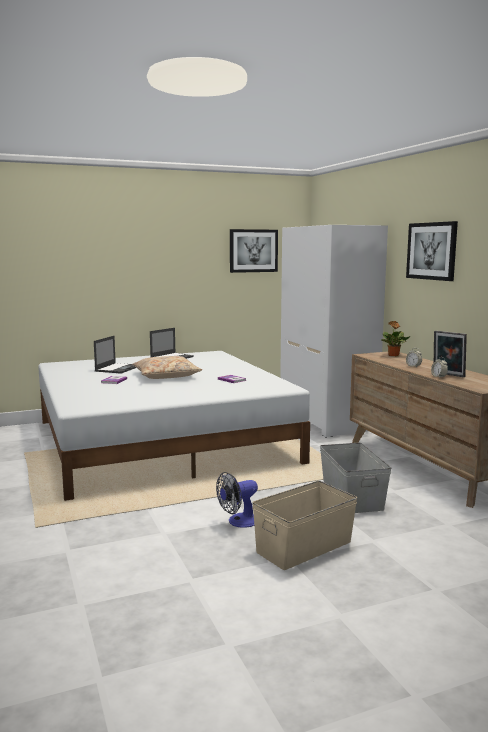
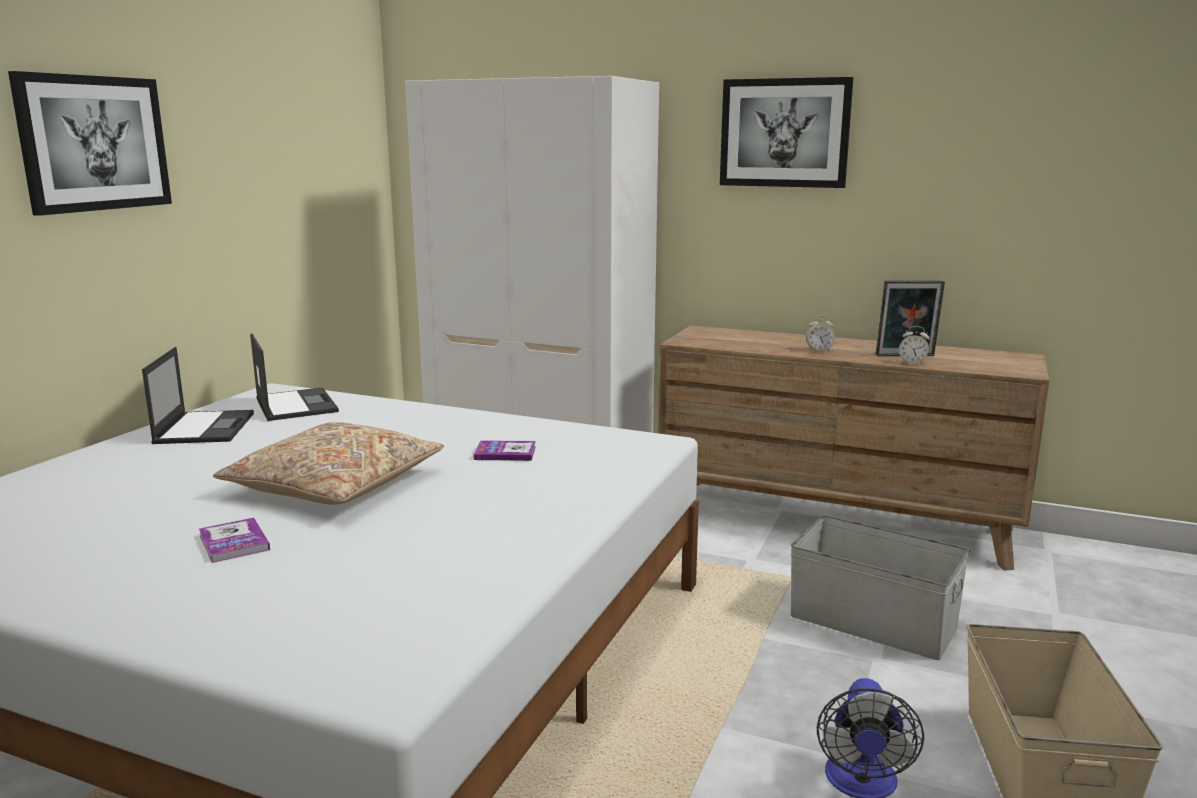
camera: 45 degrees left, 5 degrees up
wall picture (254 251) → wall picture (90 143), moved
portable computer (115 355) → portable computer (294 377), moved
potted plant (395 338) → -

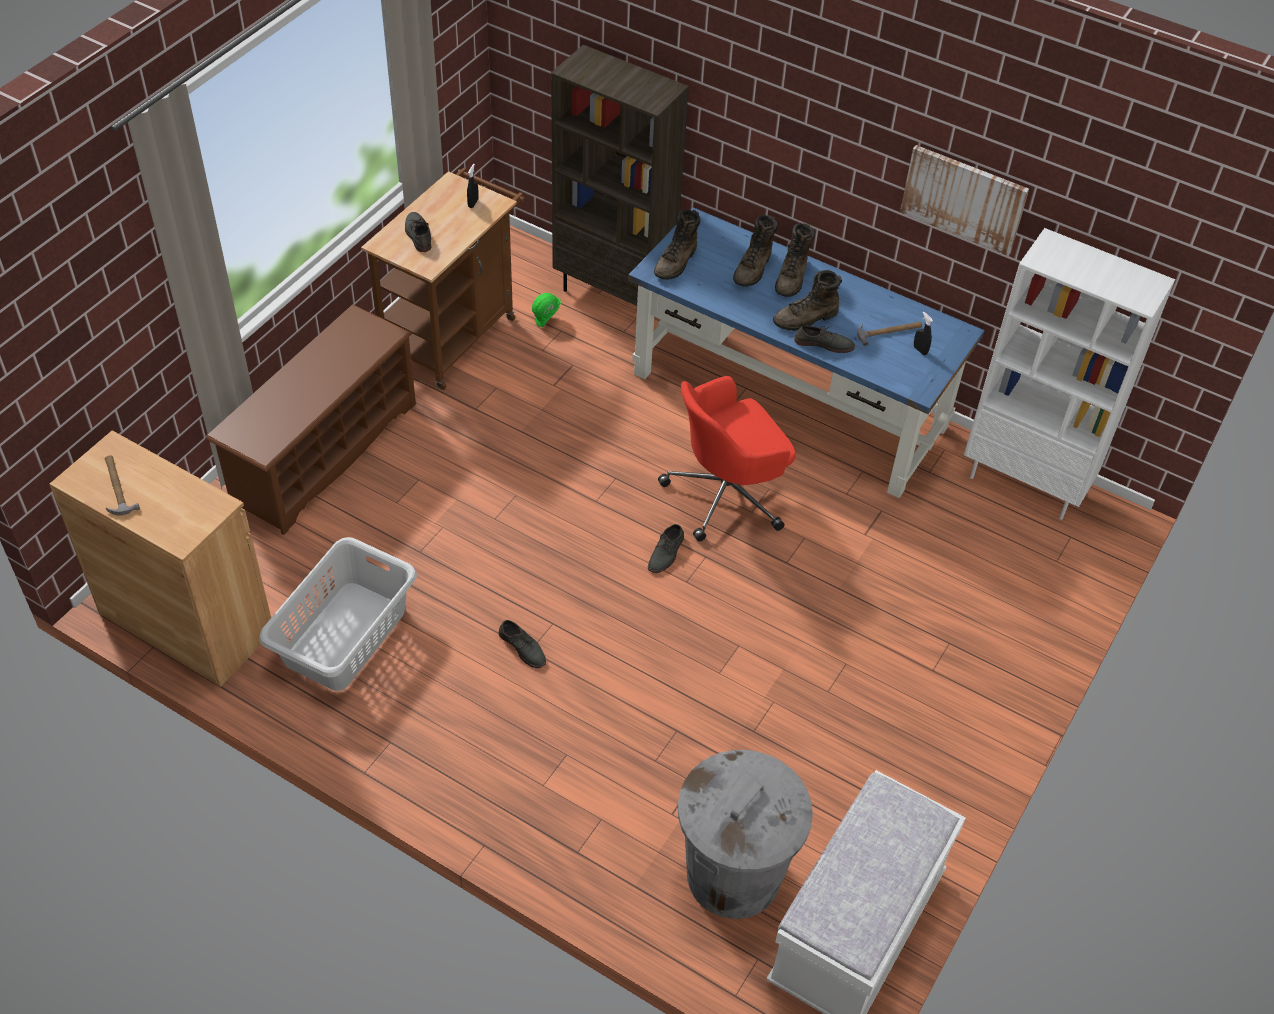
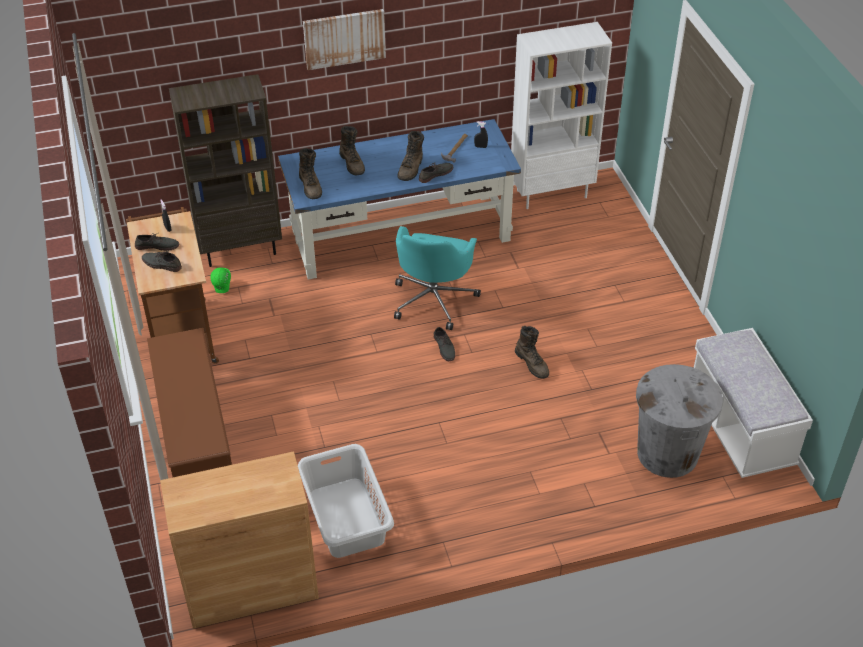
camera: 45 degrees left, 5 degrees down
shoe/gray (522 644) → shoe/gray (157 242), moved
wall picture (964 200) → wall picture (344 39), moved
office chair/red-coloured (727 459) → office chair/blue-green (437 278)
high-top boot/brown (795 260) → high-top boot/brown (532 352), moved
tool hammer (122 485) → -

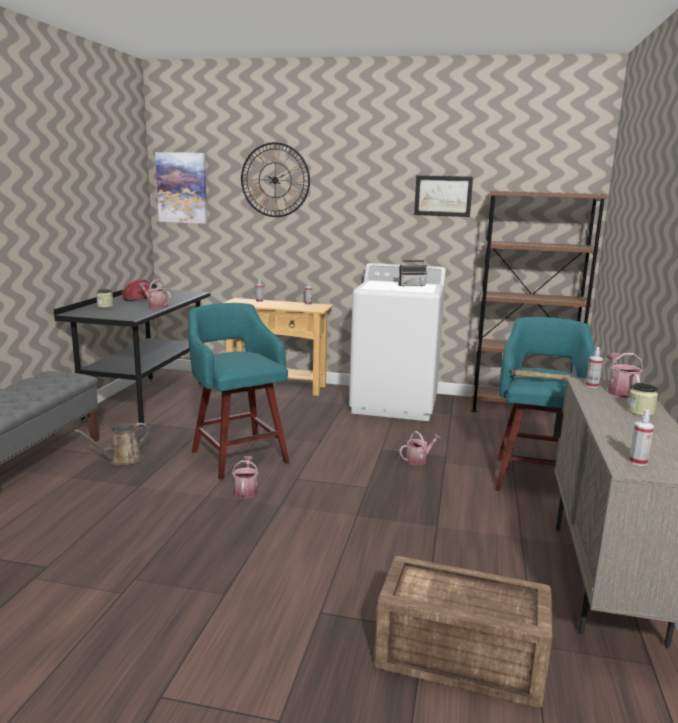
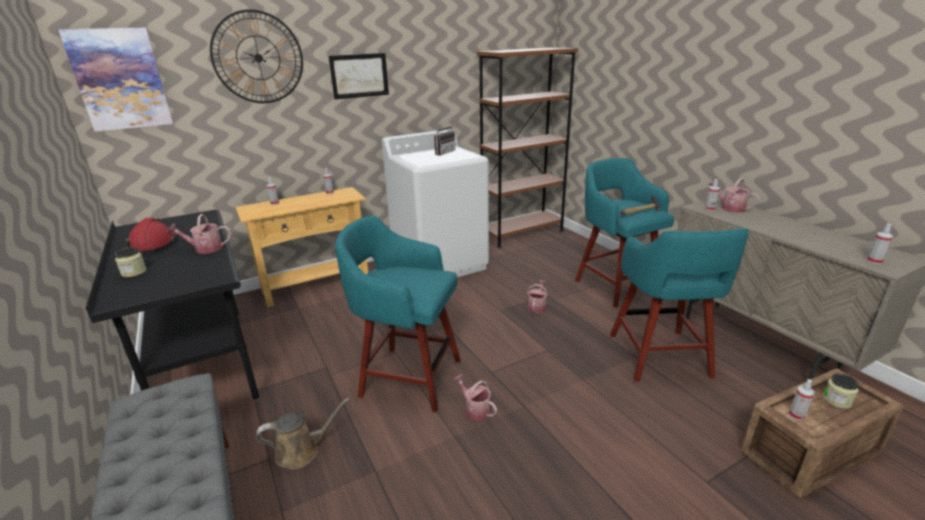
camera: 40 degrees left, 10 degrees up
watering pot/brown (111 444) → watering pot/brown (303 433), 120 degrees counterclockwise
wall picture (443 196) → wall picture (359 76), moved
- → sitting stool/blue-green (679 305)
- → hand sprayer (801 400)
preserve jar (642 399) → preserve jar (841 391), moved

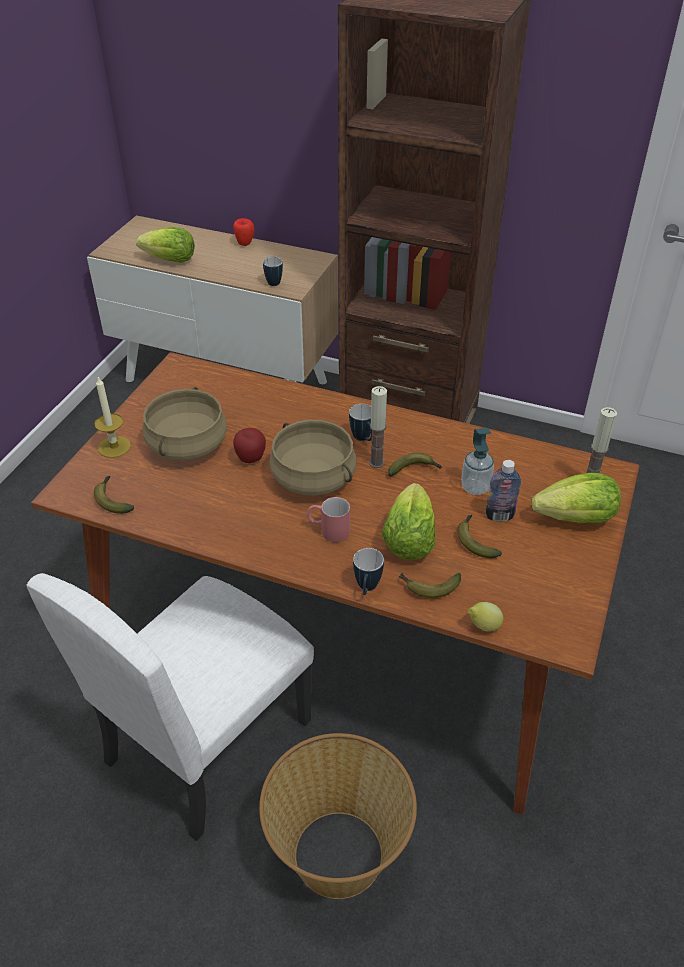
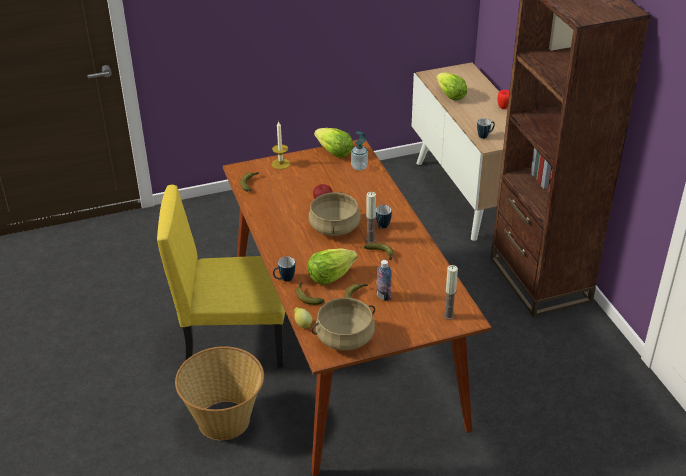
camera: 50 degrees right, 5 degrees down
plain chair/white-coloured (170 707) → plain chair/yellow (221 276)
cooking pot/beige (185 424) → cooking pot/beige (343 324), moved
lettuce (576 498) → lettuce (333 143), moved
soap dispenser (477 461) → soap dispenser (359 151), moved
coffee mug/red-coloured (328 519) → -

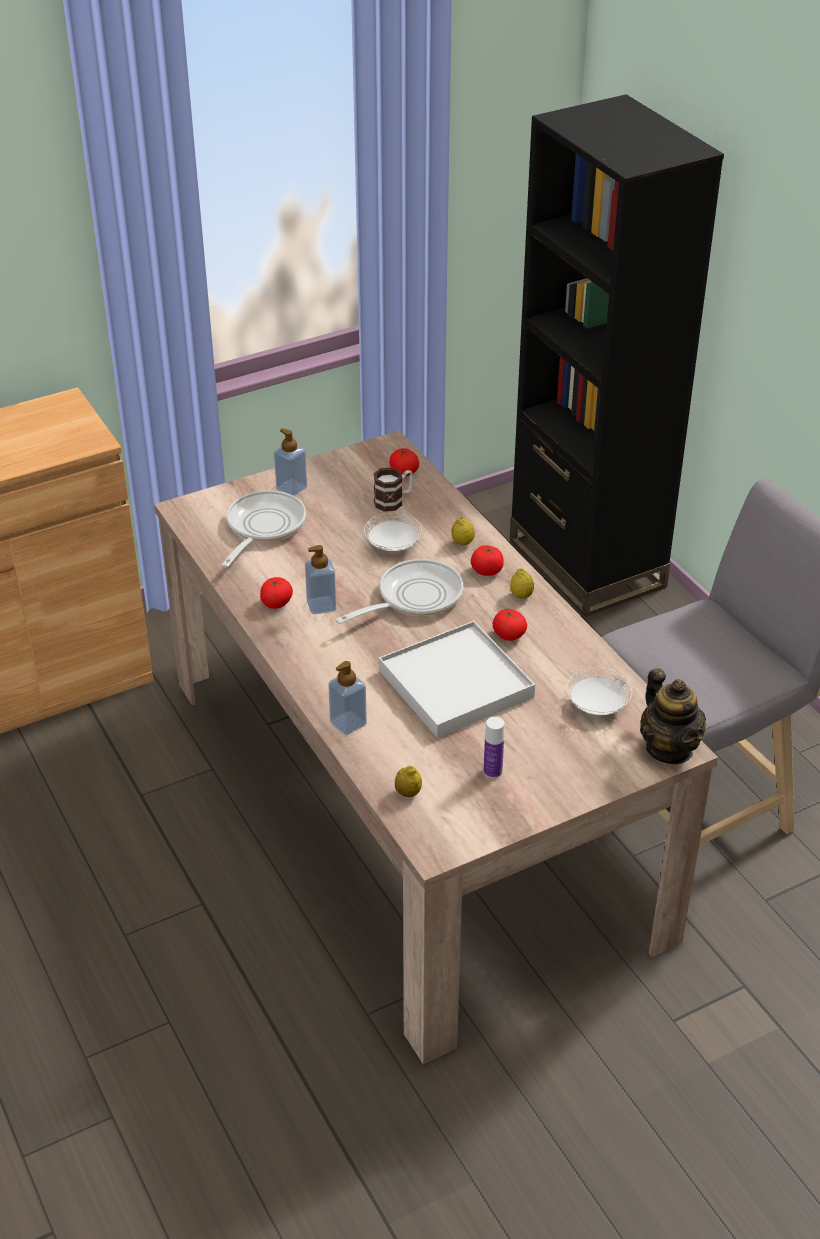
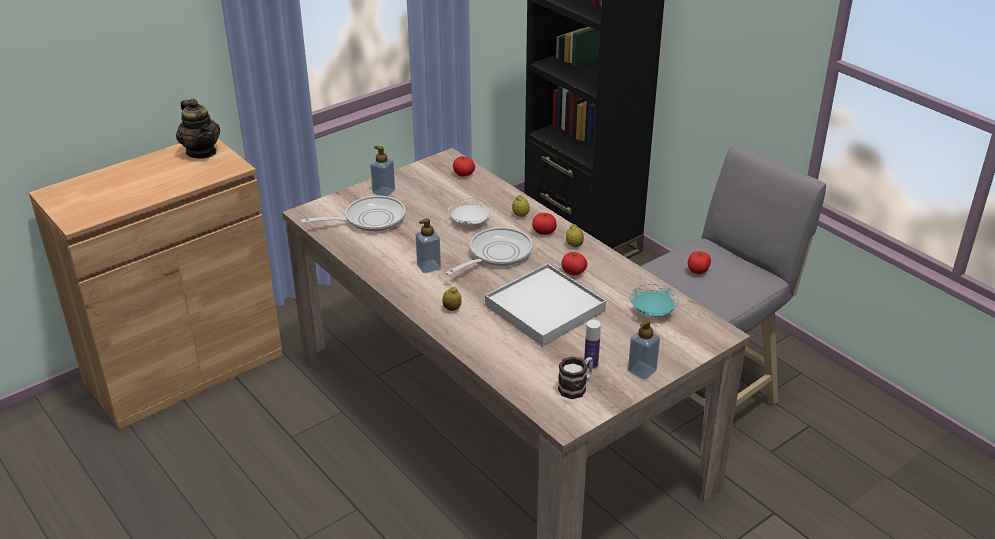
camera: 10 degrees left, 5 degrees down
teapot (673 716) → teapot (198 129), moved
skillet (264 528) → skillet (353 214), 60 degrees clockwise
lemon (408 781) → lemon (452 299), moved
coffee mug (393 489) → coffee mug (575 377), moved
soap dispenser (347 698) → soap dispenser (644 349), moved
plate/white-coloured (599 691) → plate/blue-green (654 300)
tomato (276 593) → tomato (699 262), moved

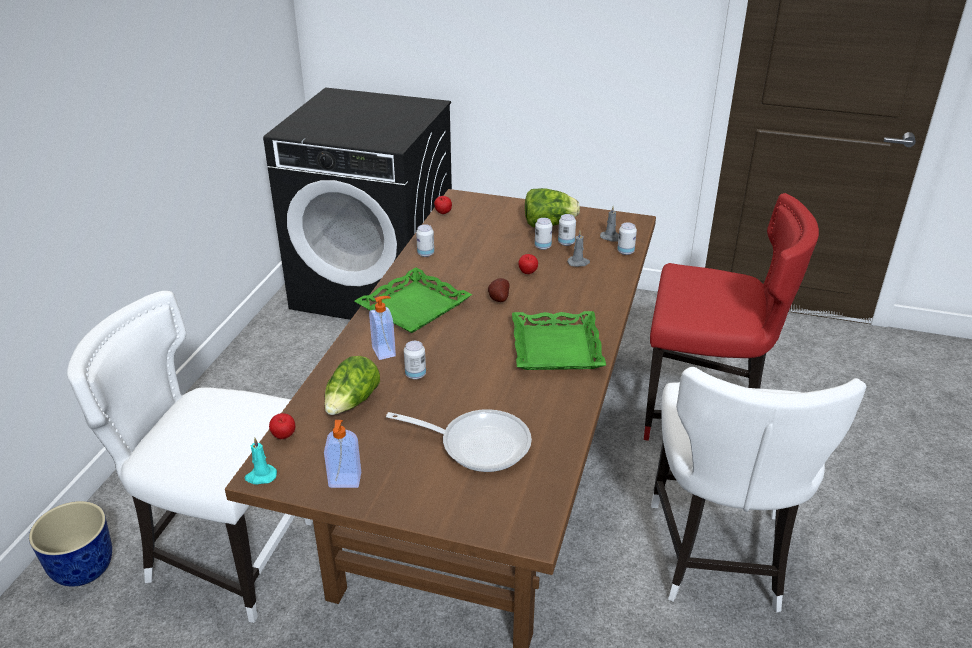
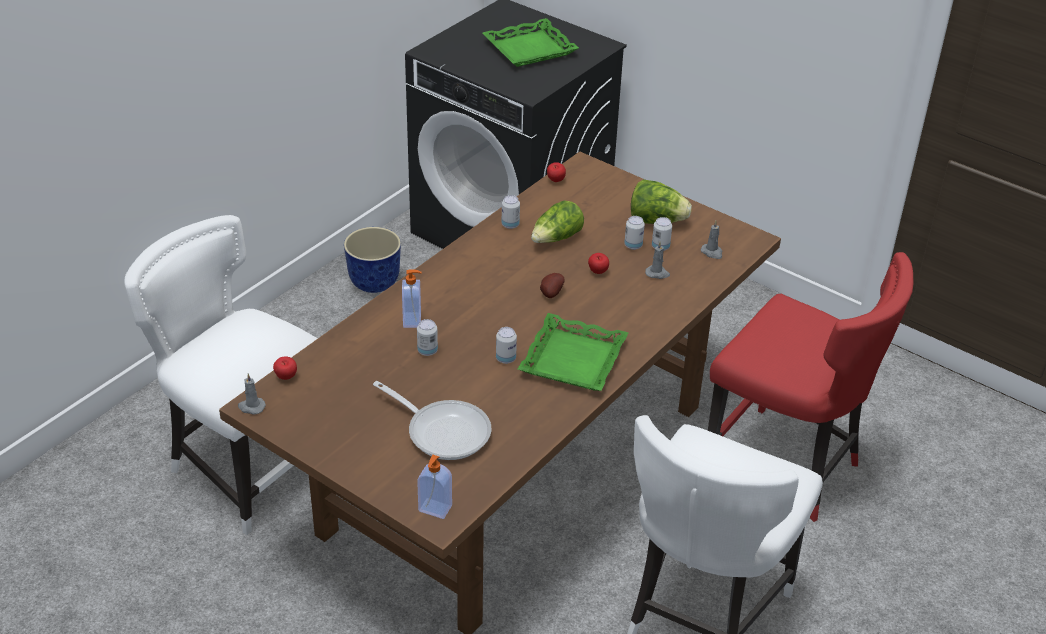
camera: 20 degrees right, 5 degrees up
candle/blue-green (261 460) → candle/gray (252 394)
flower pot (70 544) → flower pot (372 260), moved
soap dispenser (342 454) → soap dispenser (434 487), moved
serving tray/green (413 300) → serving tray/green (531 42), moved
can (627 239) → can (506 345), moved
lettuce (352 385) → lettuce (557 222), moved

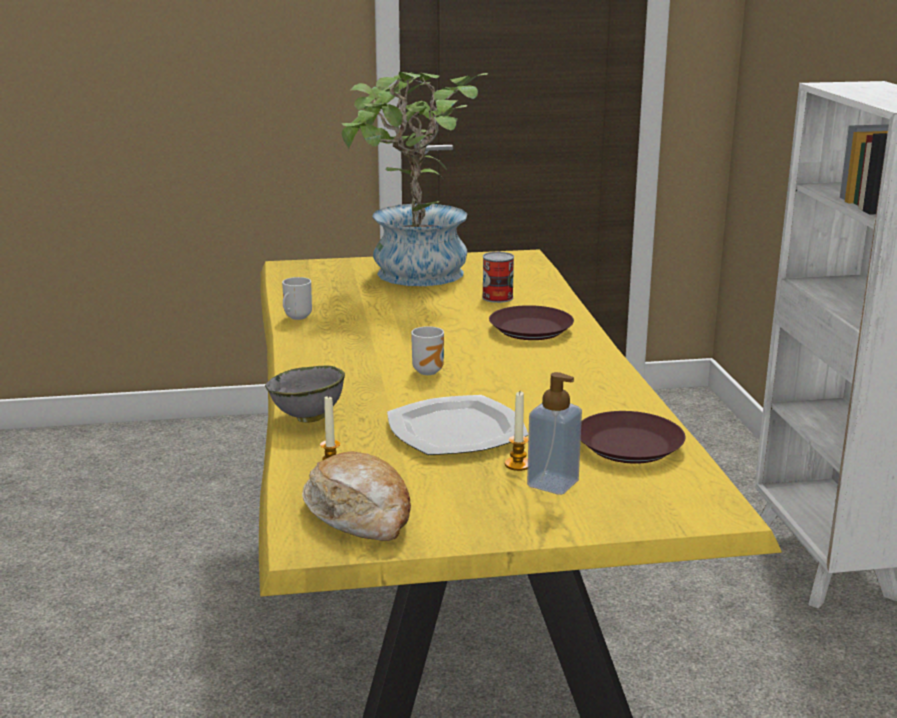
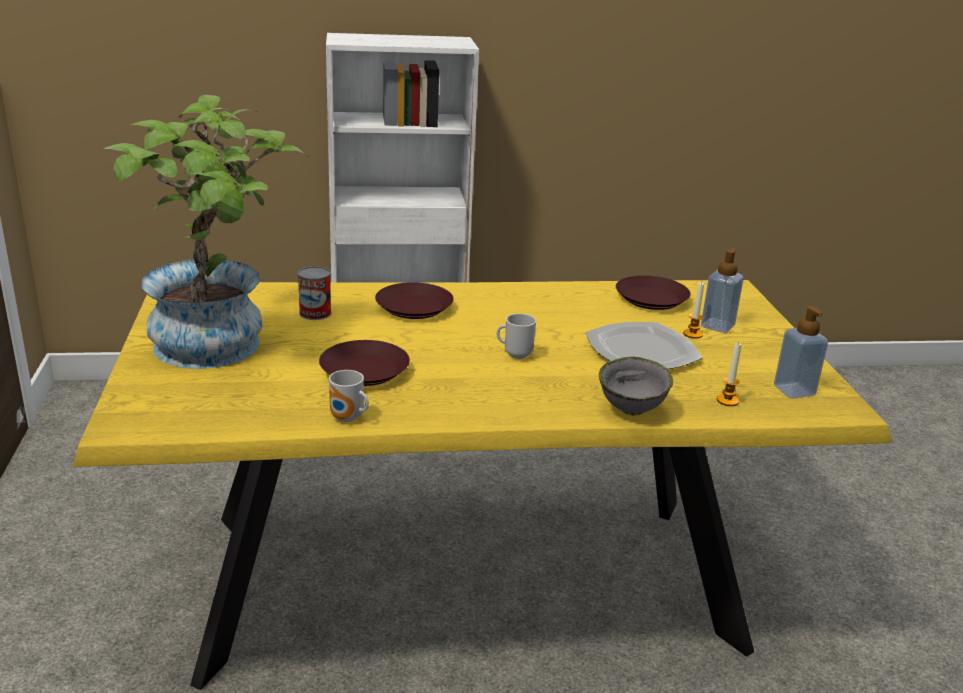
camera: 90 degrees left, 5 degrees up
- → plate/brown (364 363)
bread (356 496) → soap dispenser (801 352)

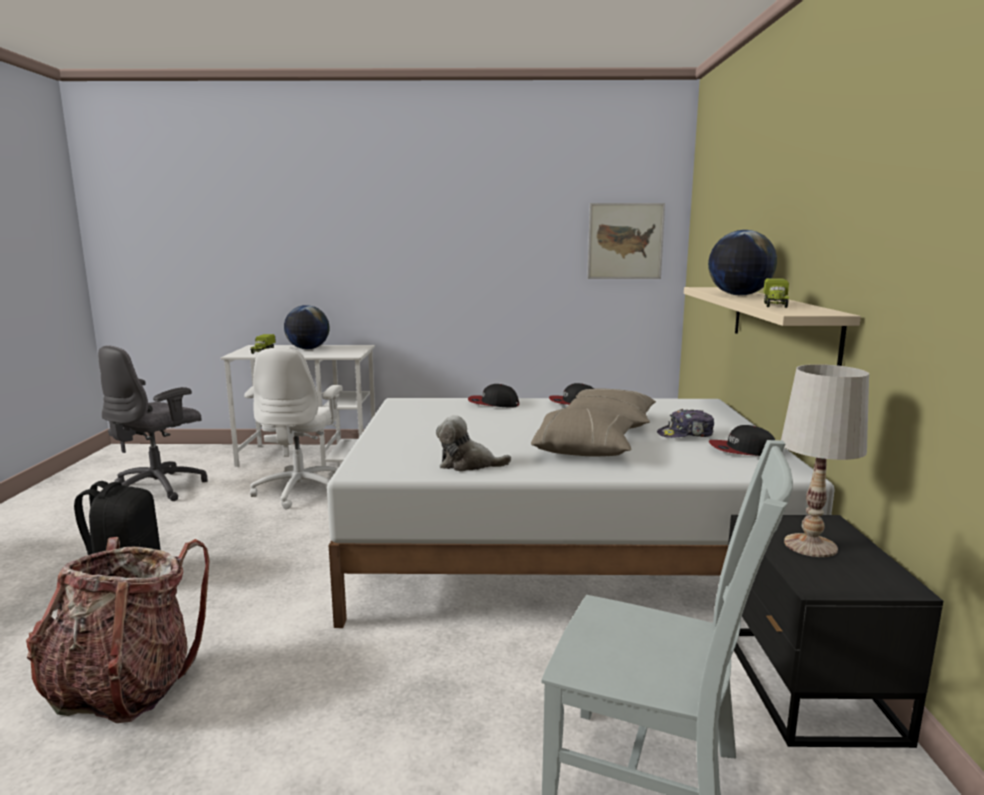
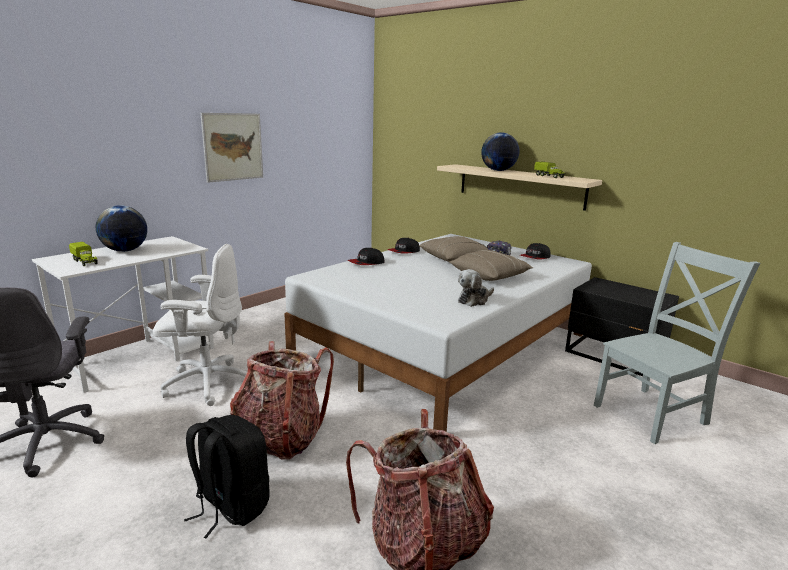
camera: 50 degrees left, 5 degrees up
office chair/white-coloured (293 428) → office chair/white-coloured (200 325), 45 degrees counterclockwise
wall picture (626 241) → wall picture (232 148), moved
- → rucksack (282 400)
lamp for a table/white-coloured (825 460) → -

